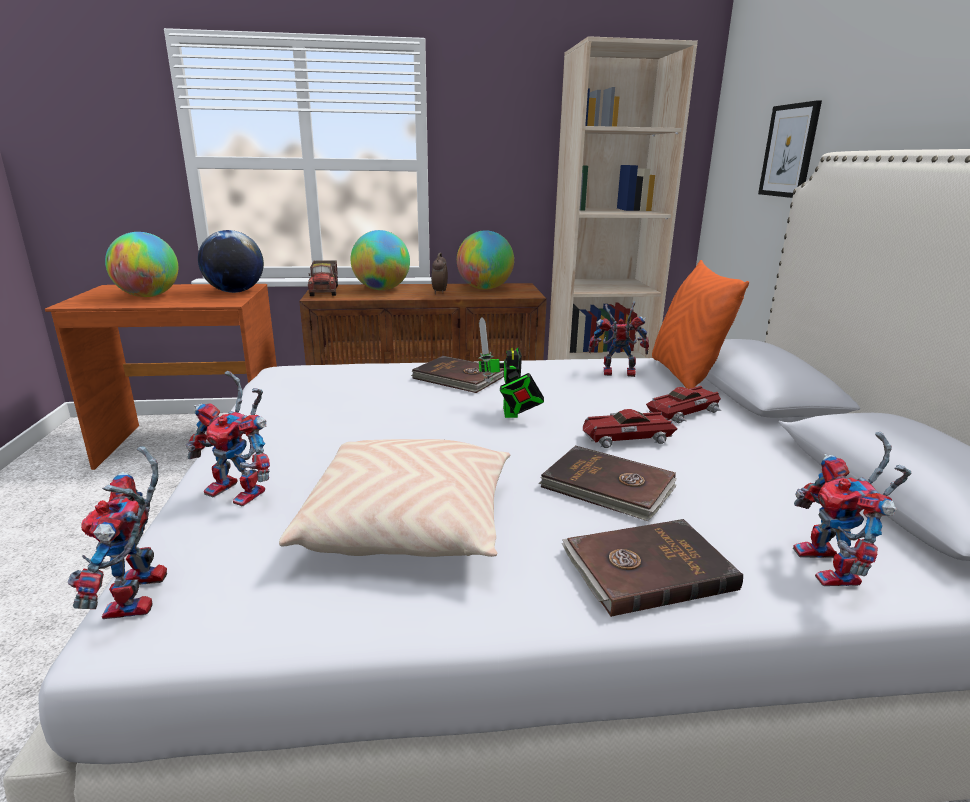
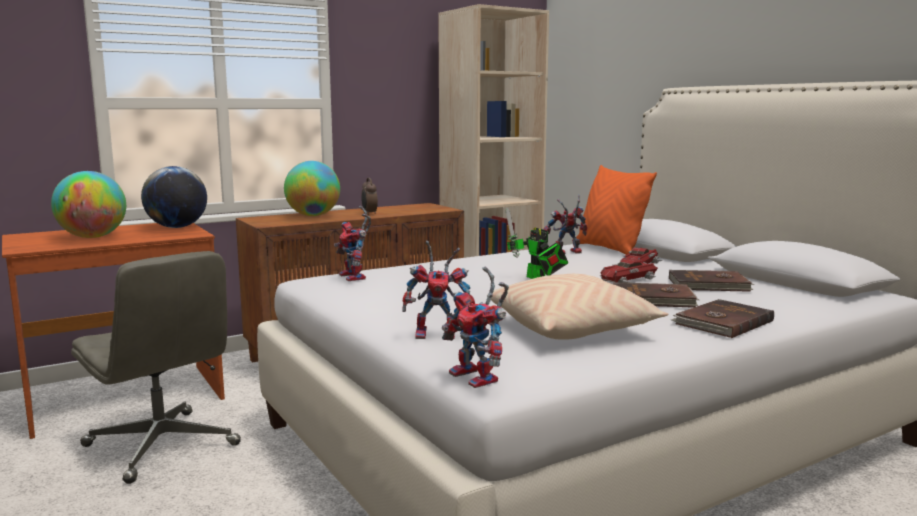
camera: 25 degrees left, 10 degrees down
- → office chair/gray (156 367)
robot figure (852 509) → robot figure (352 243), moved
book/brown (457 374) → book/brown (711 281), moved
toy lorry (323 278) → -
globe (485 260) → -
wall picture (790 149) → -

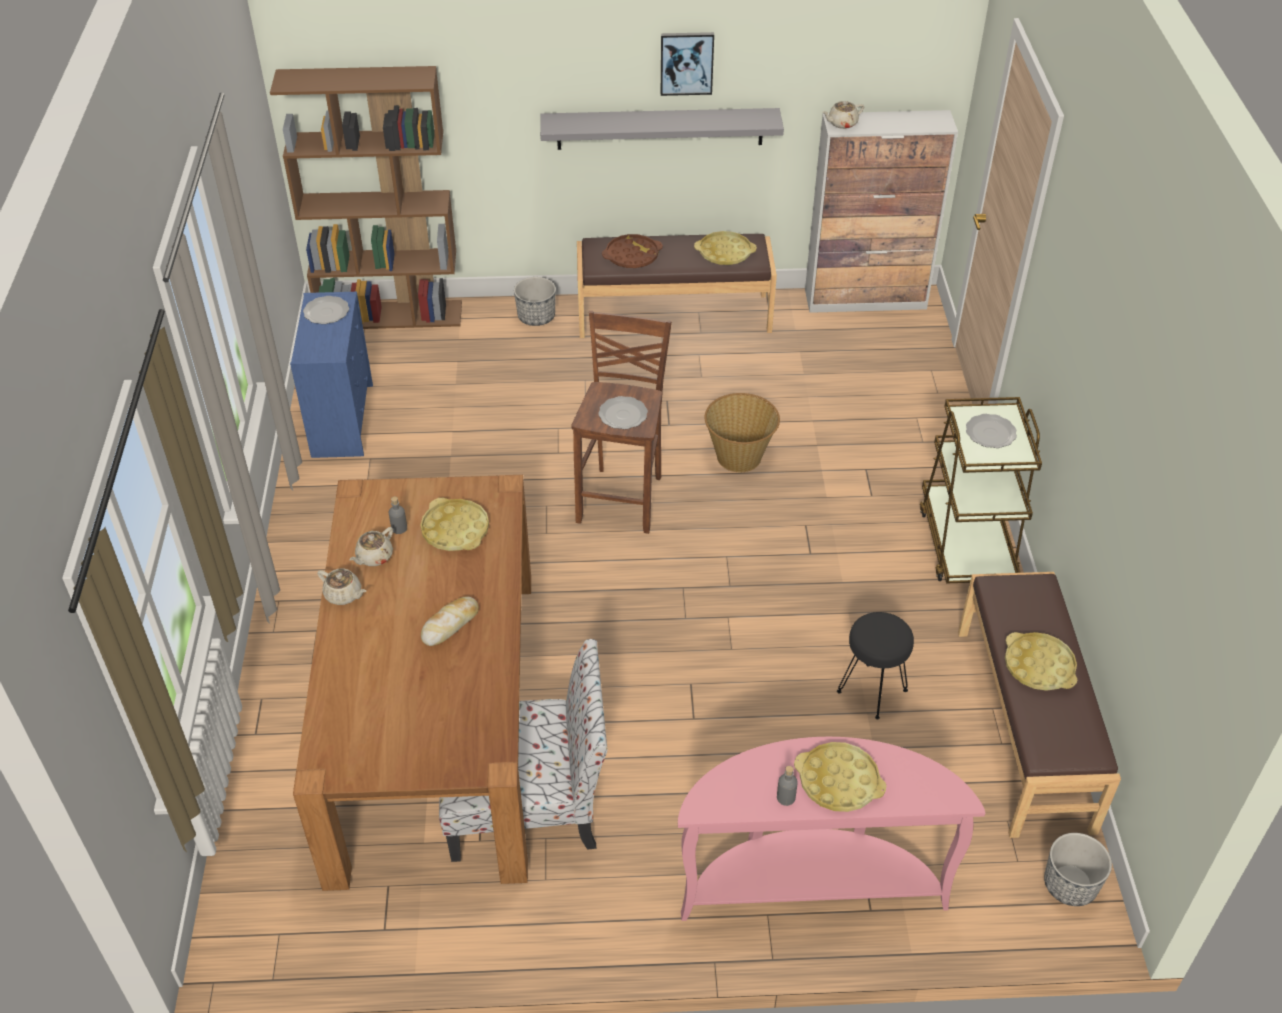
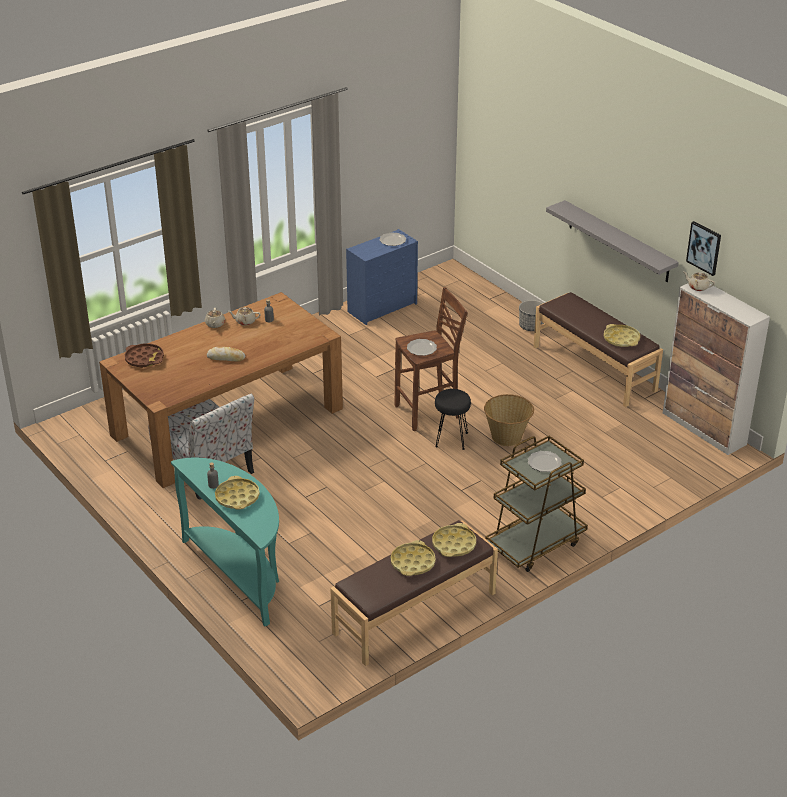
camera: 55 degrees right, 10 degrees down
serving tray/brown (632 251) → serving tray/brown (144 355), moved
hall table/pinkish (831 829) → hall table/blue-green (225 542)
serving tray/yellow (454 524) → serving tray/yellow (454 540), moved
sitting stool/black (875 665) → sitting stool/black (453 419), moved
wall picture (687 64) → wall picture (703 248), moved
shelving unit/brown (366 197) → -
flower pot (1078 869) → -

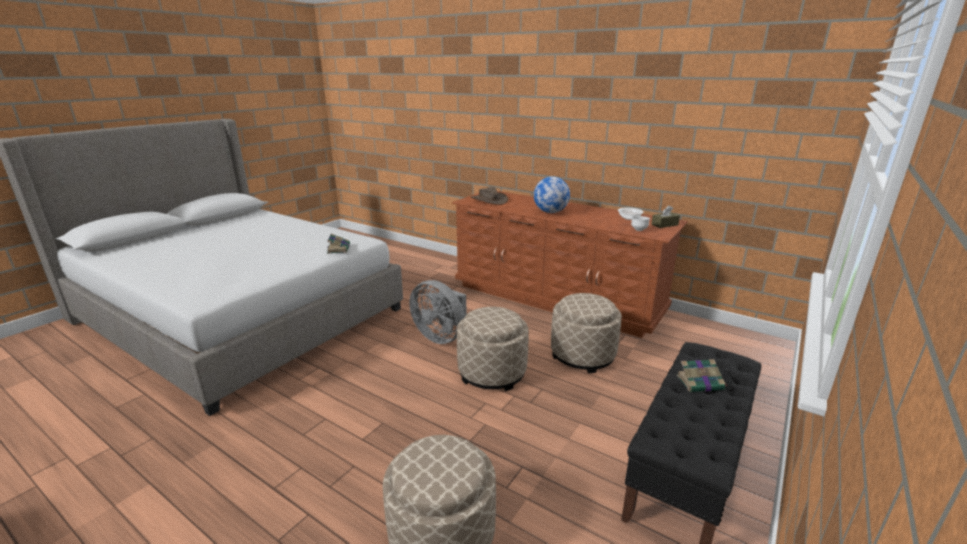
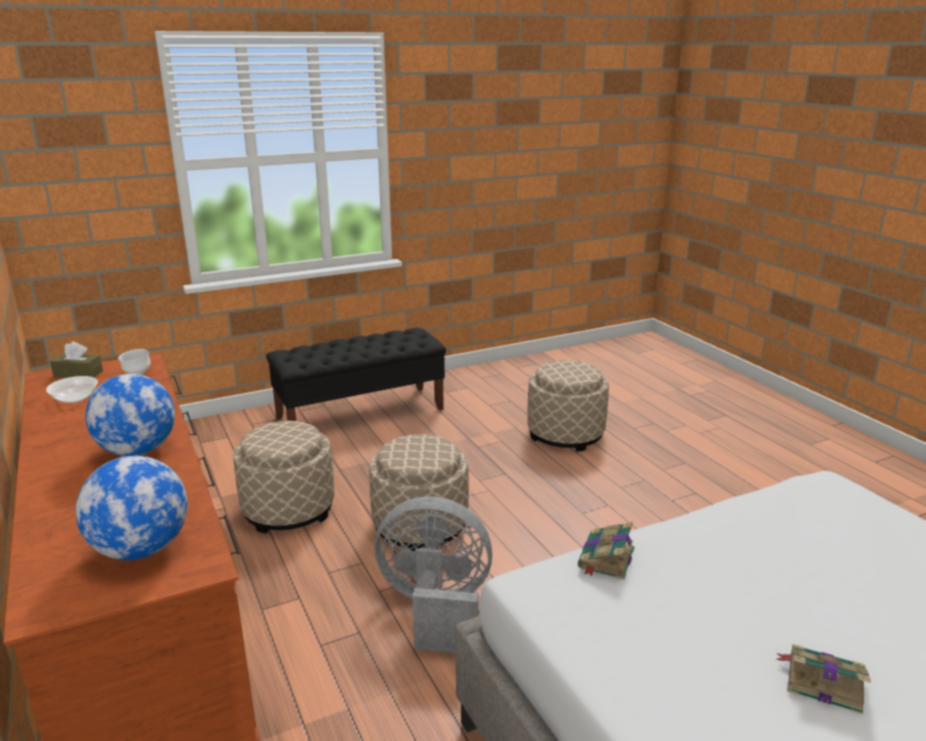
camera: 150 degrees left, 0 degrees up
hat/brown (489 196) → globe (131 508)
fan/gray (438 312) → fan/gray (433 575), 60 degrees counterclockwise
book (702 375) → book (824 679), moved

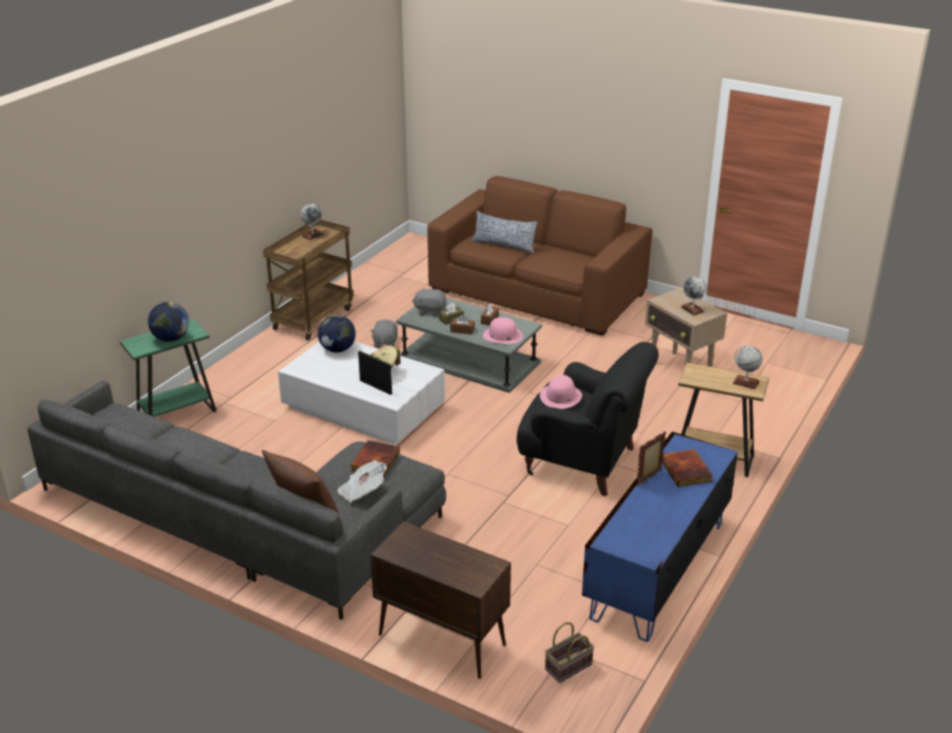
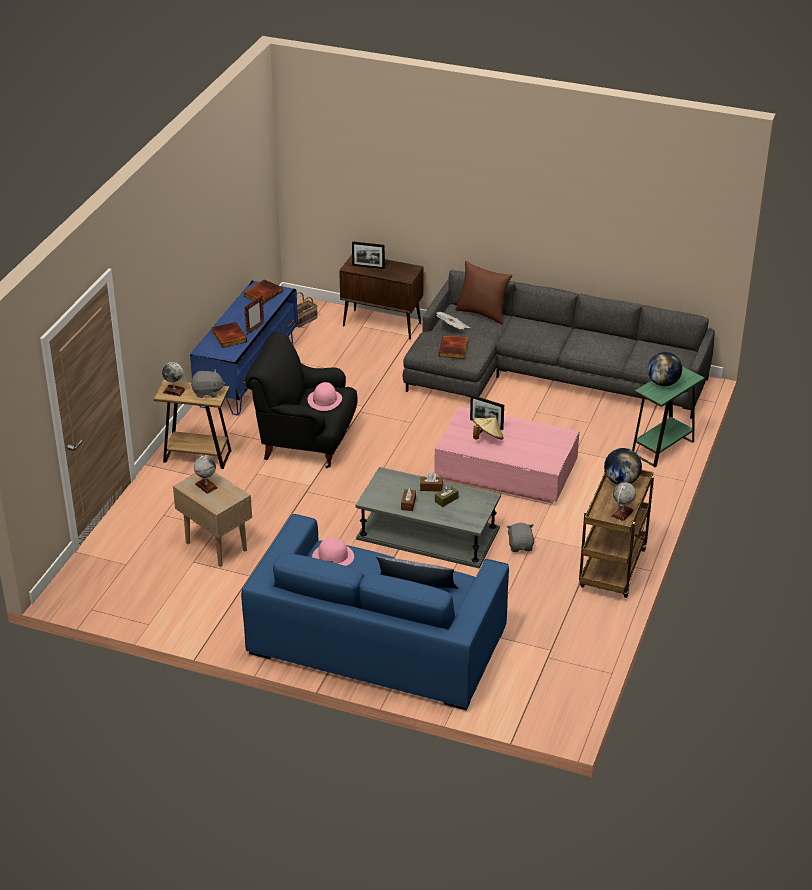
camera: 170 degrees right, 5 degrees up
cuddly toy/gray (429 301) → cuddly toy/gray (208 383), moved
couch/brown (539 256) → couch/bluish (375 612)
- → book (263 292)
hat/pinkish (503 330) → hat/pinkish (333 552), moved
- → standing frame (368 255)
low table/white-coloured (361 393) → low table/pinkish (506 454)
globe (337 334) → globe (623 466), moved

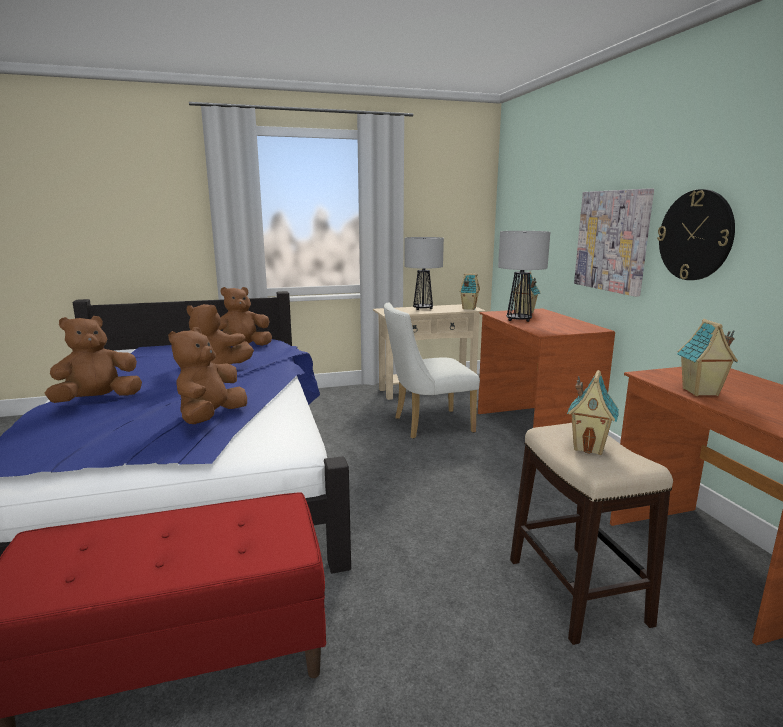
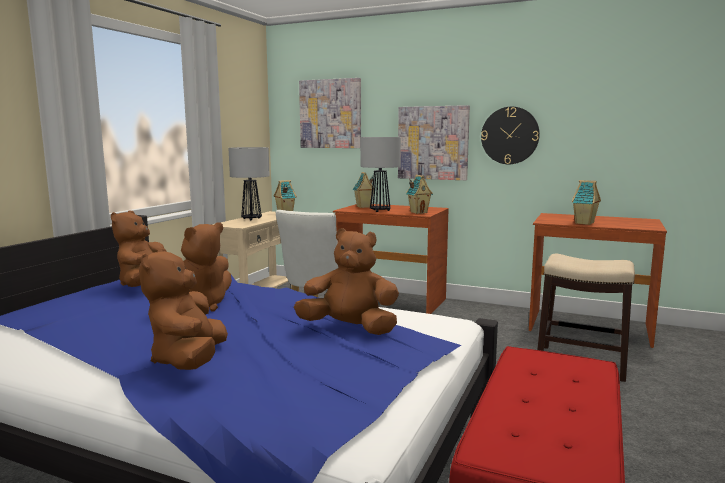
camera: 50 degrees left, 5 degrees down
cuddly toy/brown (207 375) → cuddly toy/brown (346 281), 135 degrees clockwise
- → wall picture (330 113)
model house (593 412) → model house (419 194), moved

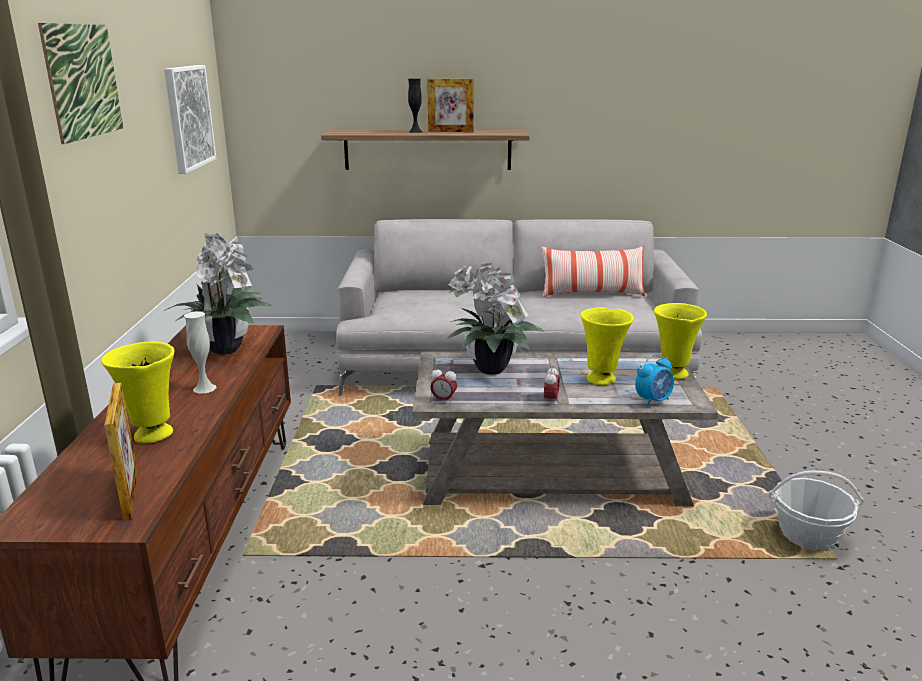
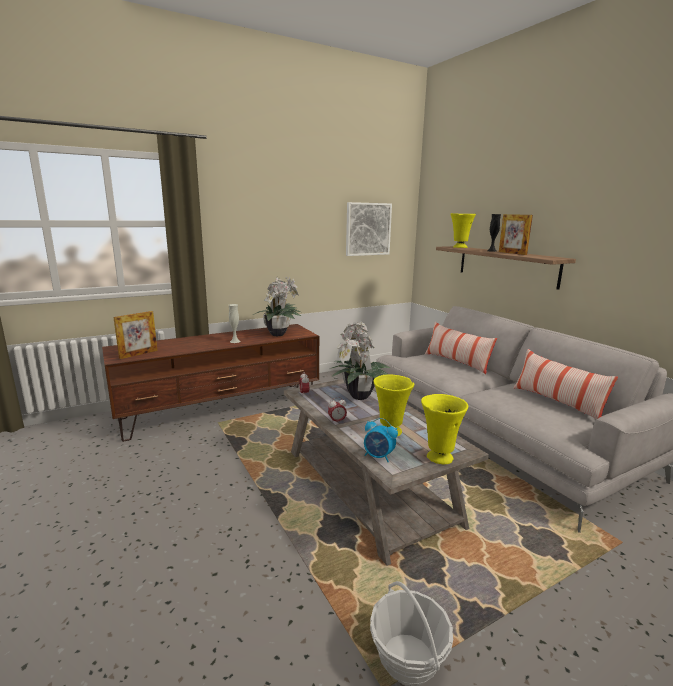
camera: 60 degrees right, 5 degrees down
- → cushion (461 348)
vase/yellow (137 392) → vase/yellow (463 230), moved
wall picture (80 83) → -

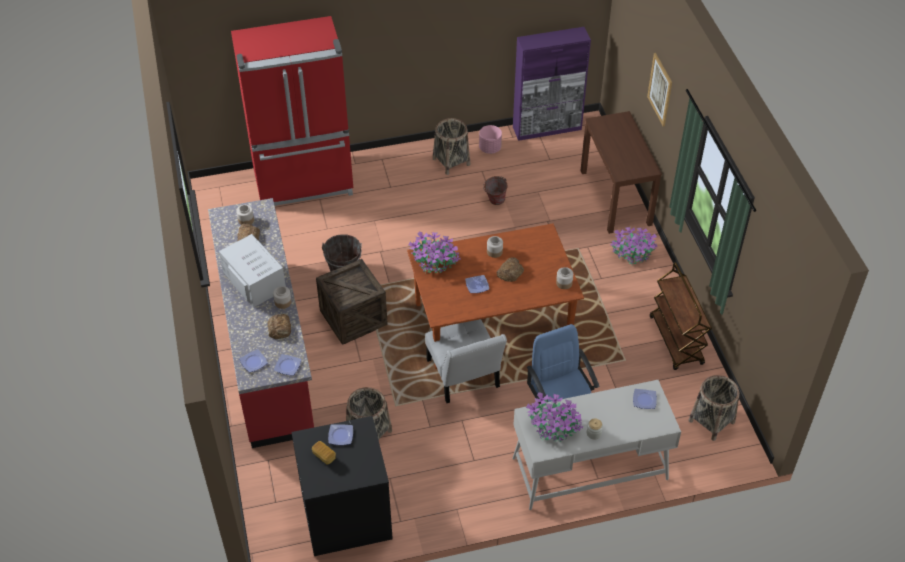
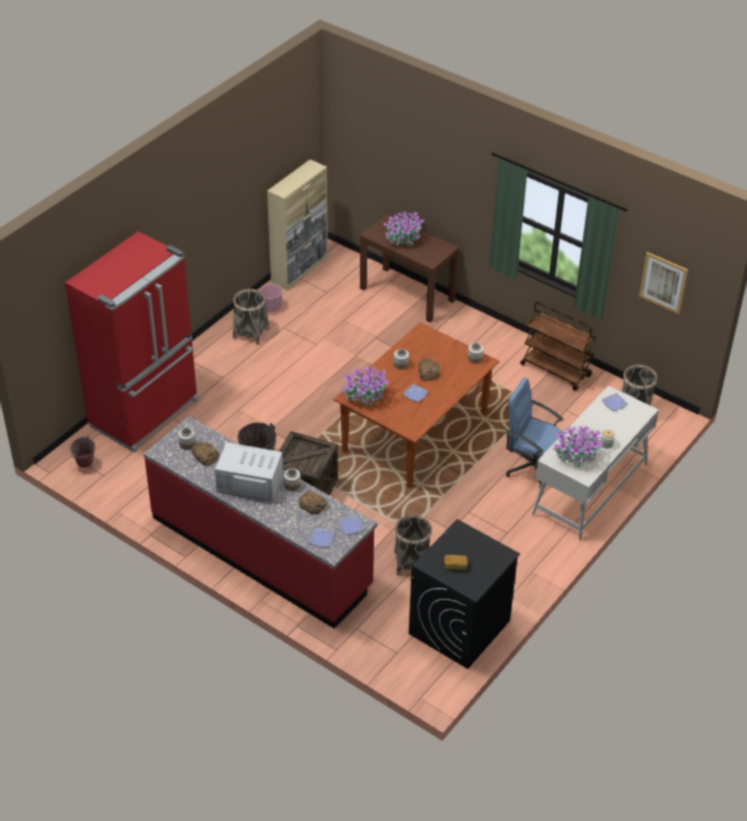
camera: 40 degrees left, 5 degrees down
water bucket (495 190) → water bucket (82 452), moved
cabinet/purple (552 84) → cabinet/beige (297 224)
potted plant (633 245) → potted plant (403 229), moved
wall picture (659 89) → wall picture (663 283), moved
plate (340 434) → -
plain chair/white-coloured (466 361) → -

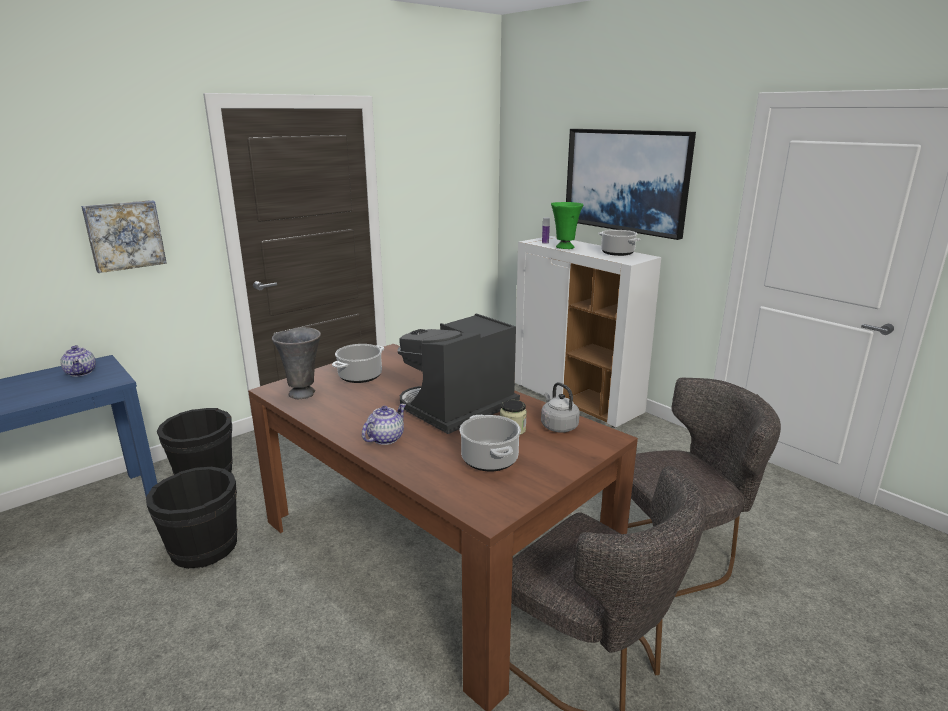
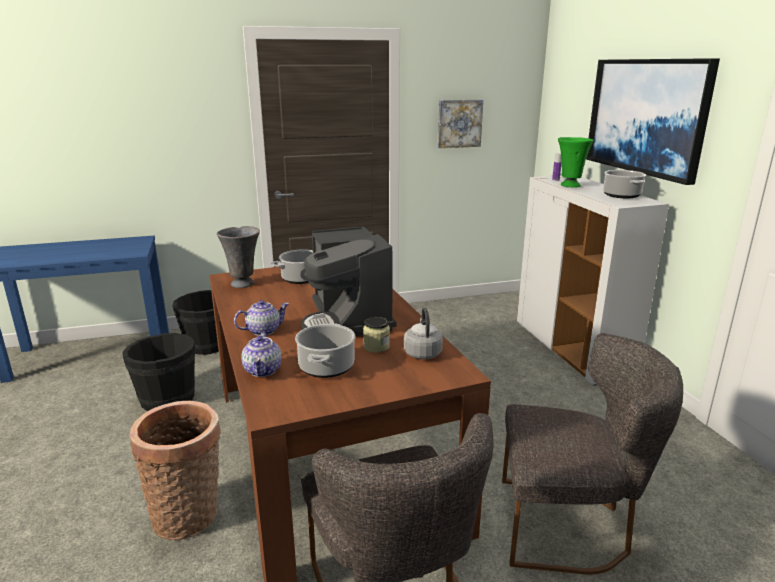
camera: 25 degrees right, 0 degrees up
- → storage basket (175 470)
teapot (78 361) → teapot (261 354), moved
coffee maker (459 373) → coffee maker (348 281), 90 degrees counterclockwise
wall picture (124 236) → wall picture (460 124), moved

